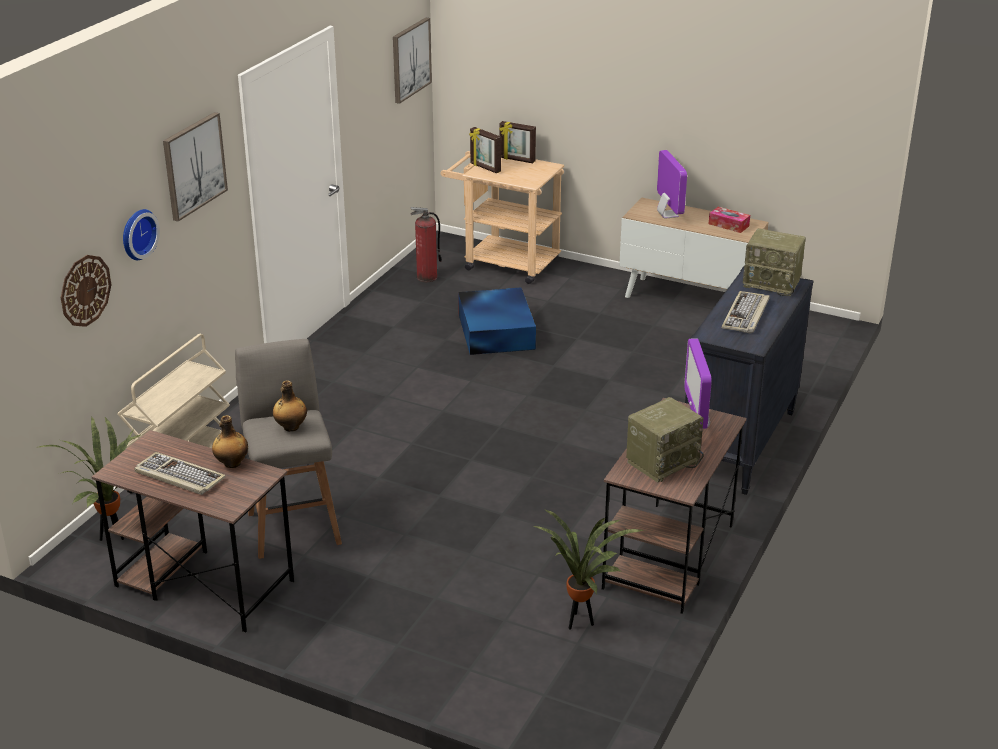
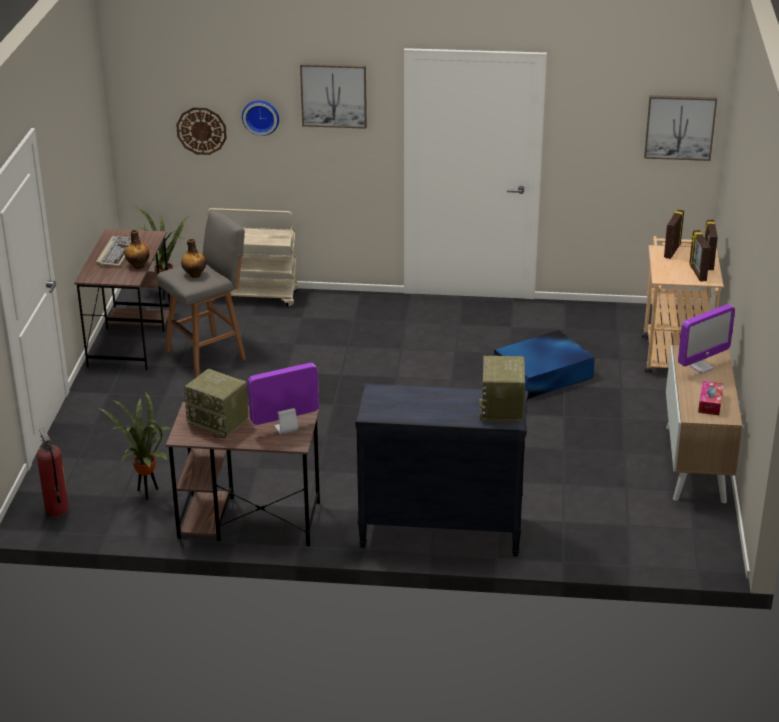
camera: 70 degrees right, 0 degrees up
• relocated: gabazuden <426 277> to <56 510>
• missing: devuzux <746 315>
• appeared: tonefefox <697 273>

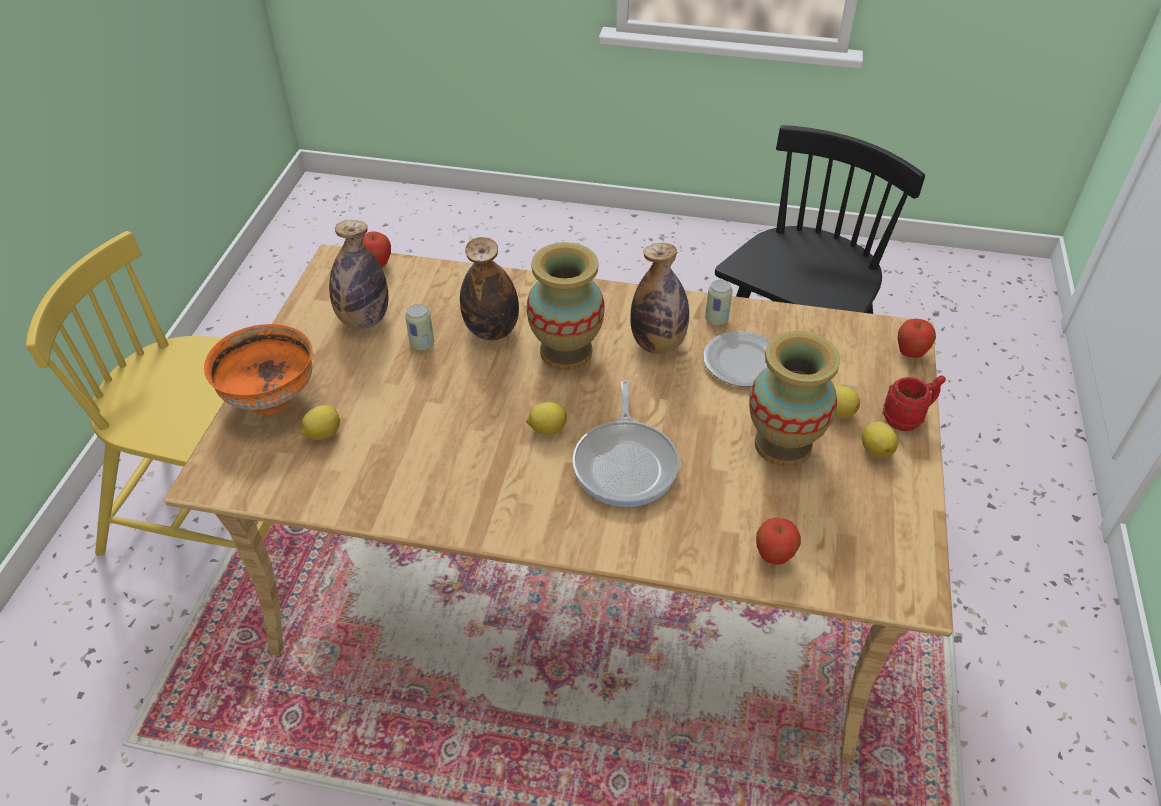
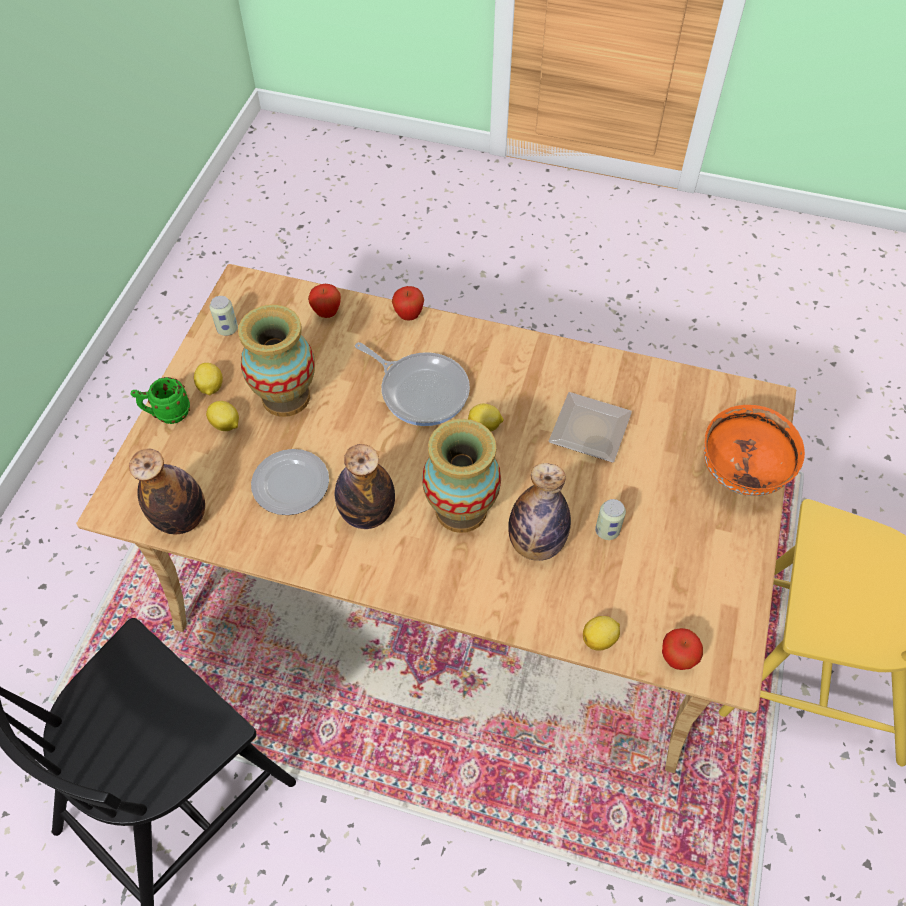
camera: 175 degrees left, 10 degrees up
• relocated: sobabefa <364 319> to <181 518>
• relocated: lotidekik <716 319> to <227 329>
• relocated: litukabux <910 353> to <409 316>
• colour: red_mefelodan <908 418> to green_mefelodan <167 414>
• spun: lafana <626 463> = <421 390> 120 degrees clockwise
• relocated: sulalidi <322 434> to <600 639>
• appeared: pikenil <591 432>

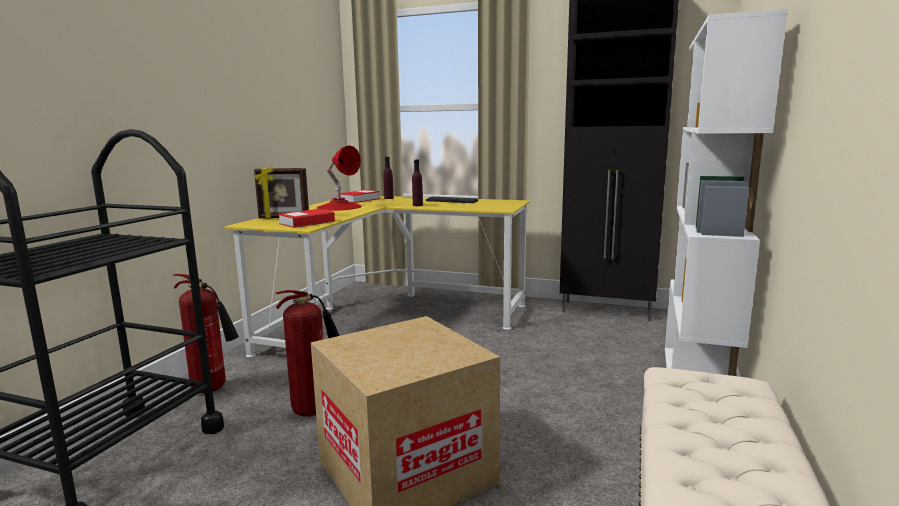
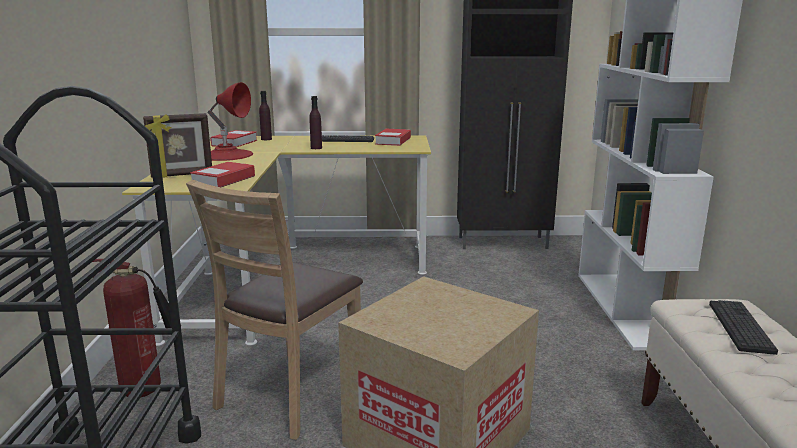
camera: 20 degrees left, 5 degrees up
• exchanged: gabazuden <314 410> to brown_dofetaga <290 393>
• appeared: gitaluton <393 141>
• appeared: devuzux <740 327>

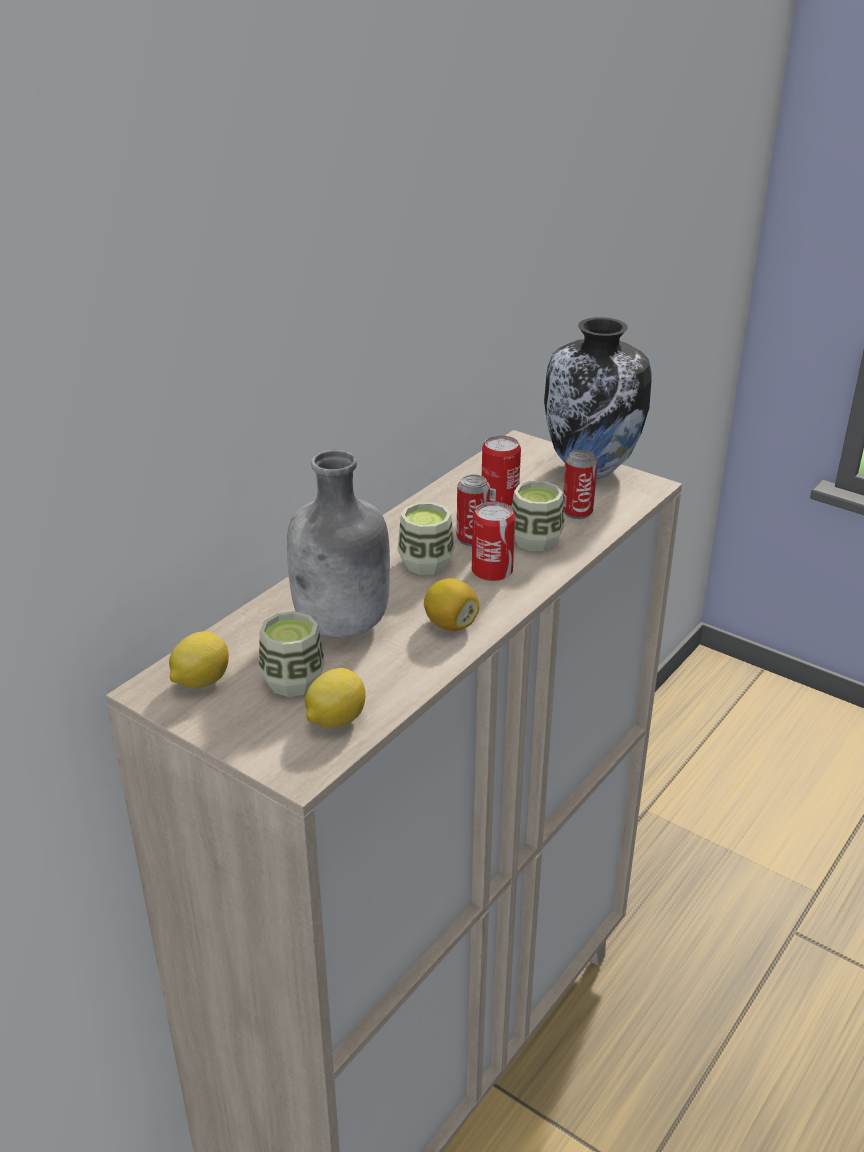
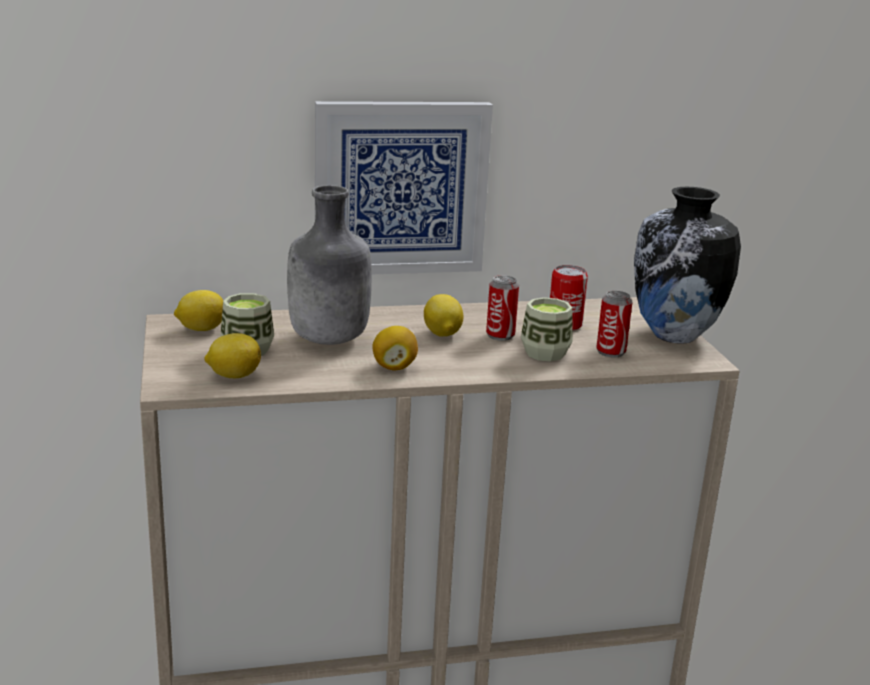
camera: 40 degrees right, 10 degrees down
• exchanged: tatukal <426 563> to sulalidi <442 334>
• missing: lotidekik <492 570>
• appeared: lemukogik <400 188>

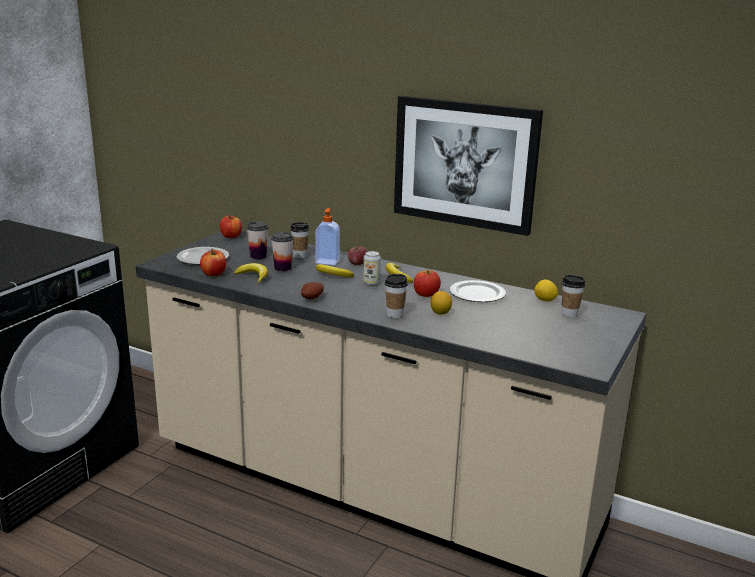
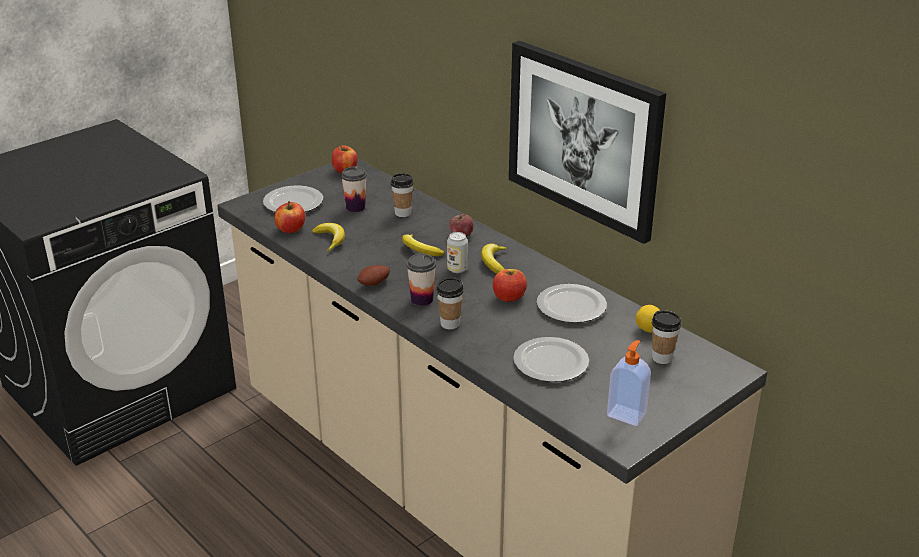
camera: 20 degrees right, 10 degrees up
• relocated: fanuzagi <327 261> to <627 414>
• relocated: tatukal <282 268> to <422 299>
• missing: sulalidi <440 313>
• appeared: pikenil <549 362>

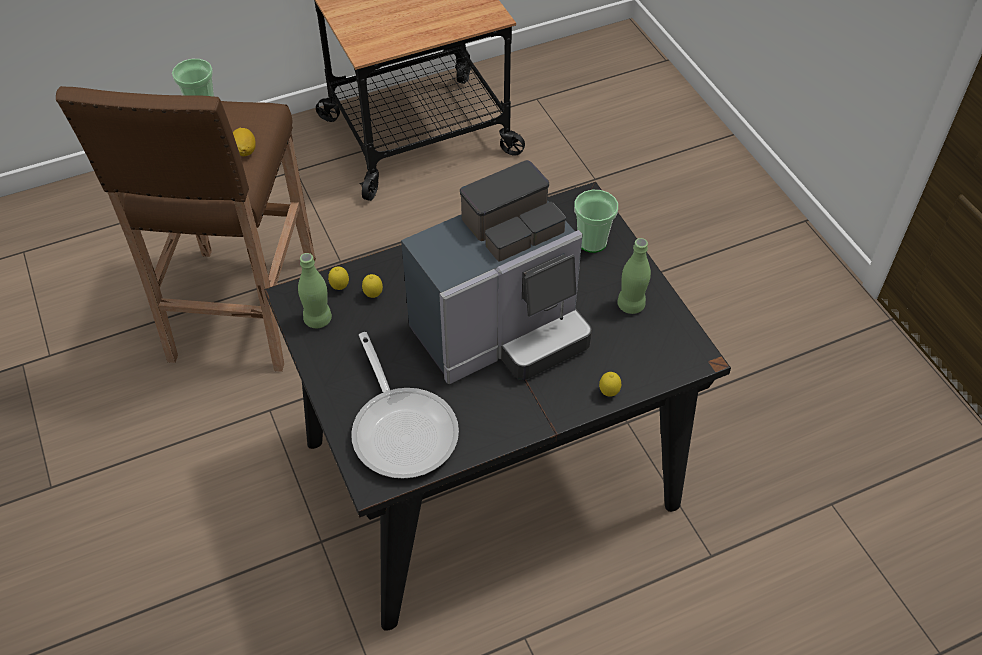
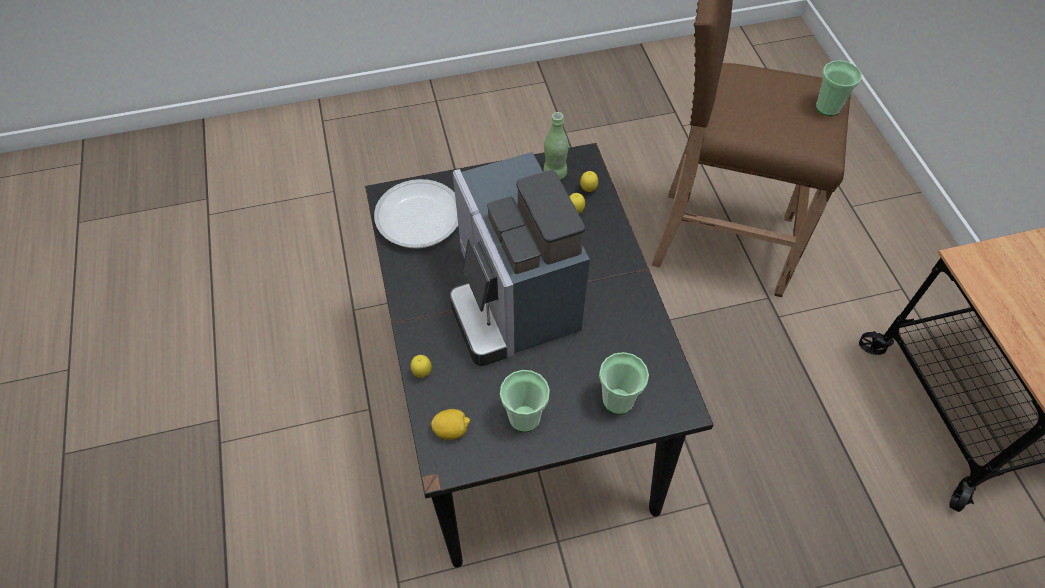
camera: 100 degrees right, 5 degrees up
• relocated: sulalidi <245 151> to <451 430>
• exchanged: green_sobabefa <631 305> to tatukal <524 417>

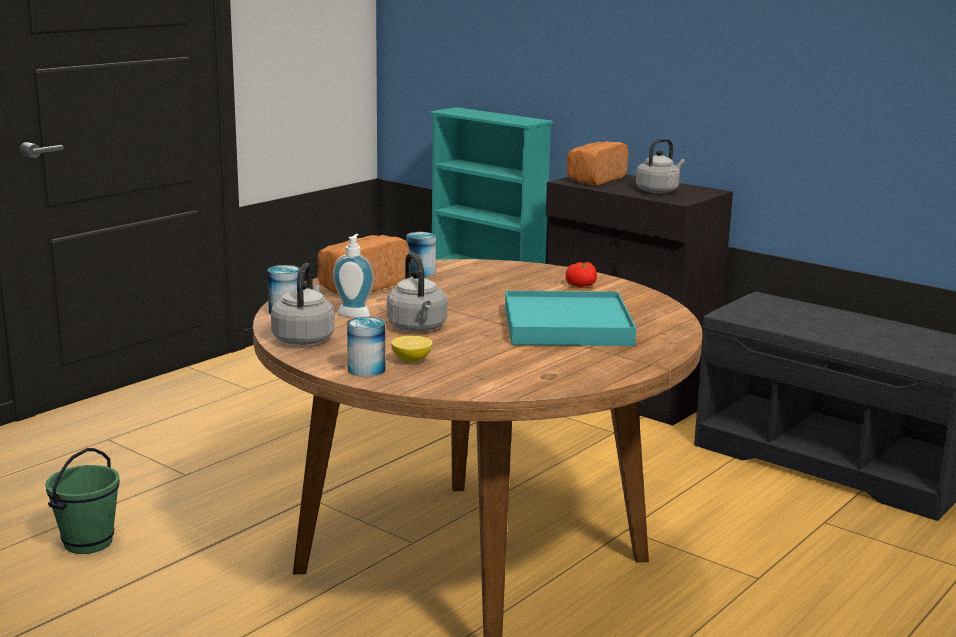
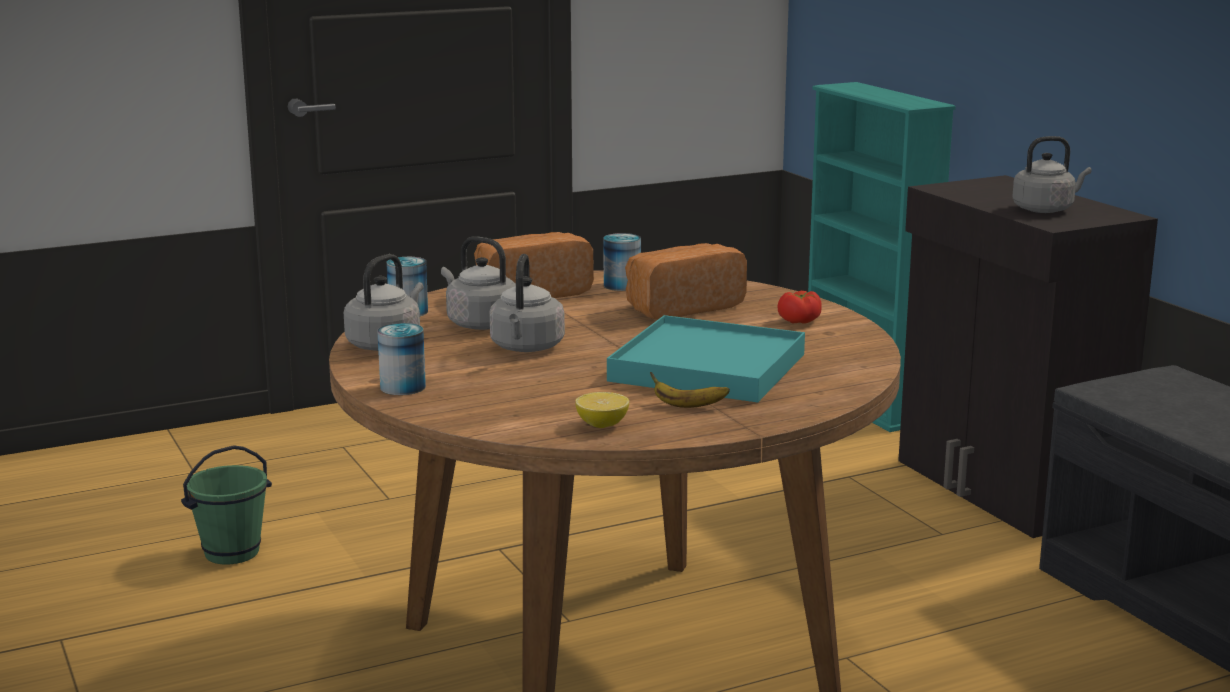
camera: 25 degrees right, 0 degrees up
• relocated: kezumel <594 179> to <681 307>
• exchanged: fanuzagi <355 314> to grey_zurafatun <479 323>
• relocated: sulalidi <411 360> to <602 425>
• appeared: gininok <687 406>

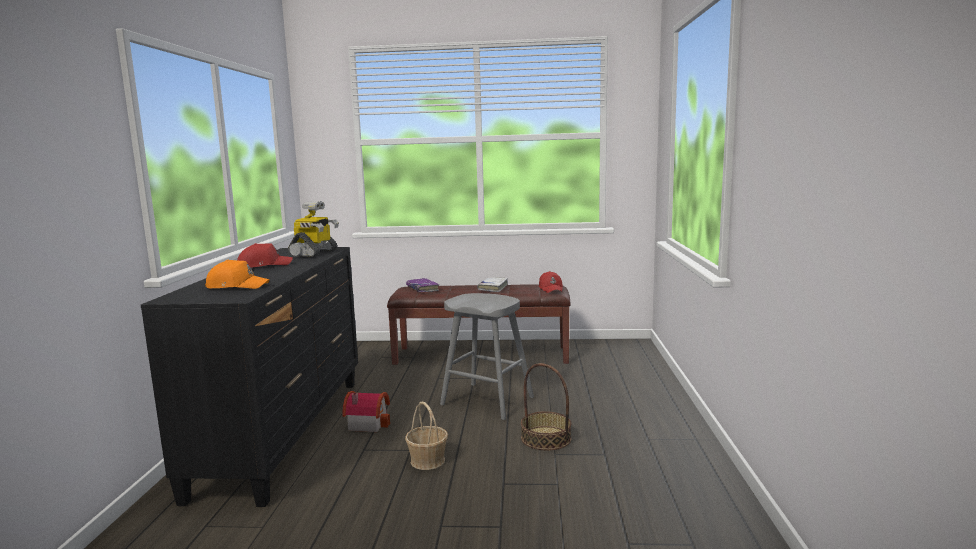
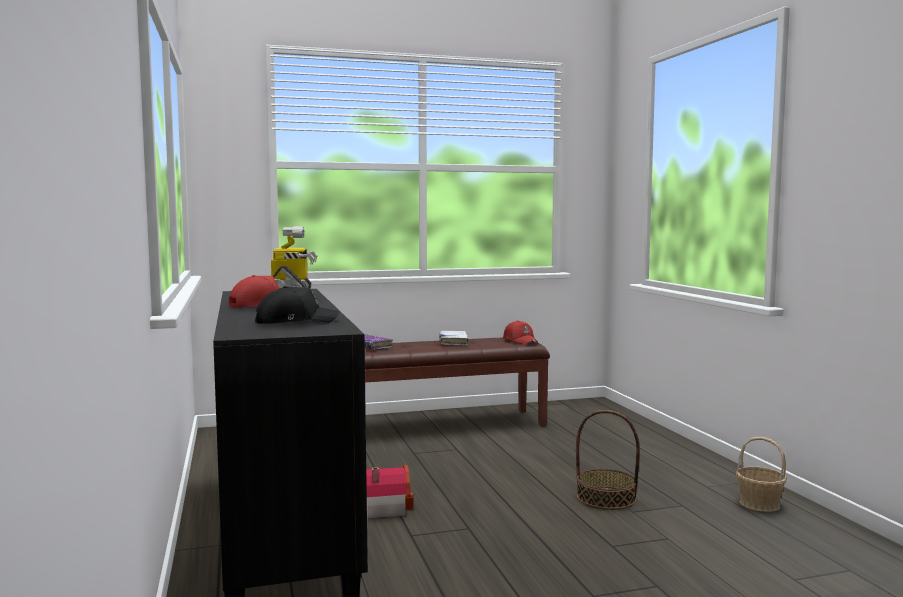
camera: 20 degrees left, 5 degrees down
• colour: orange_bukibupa <237 286> to black_bukibupa <295 321>
• missing: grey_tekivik <487 401>
• relocated: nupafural <428 460> to <759 503>

